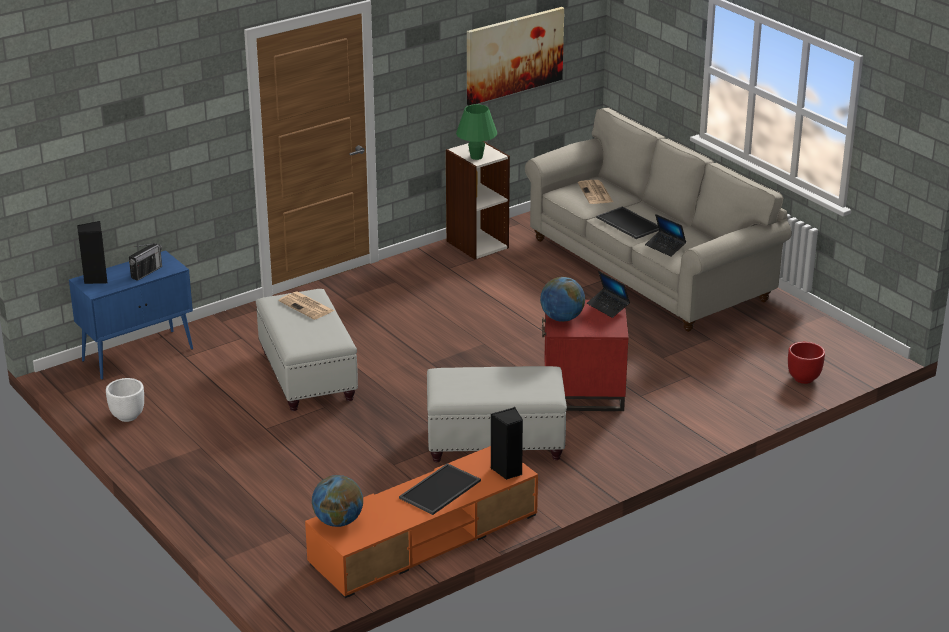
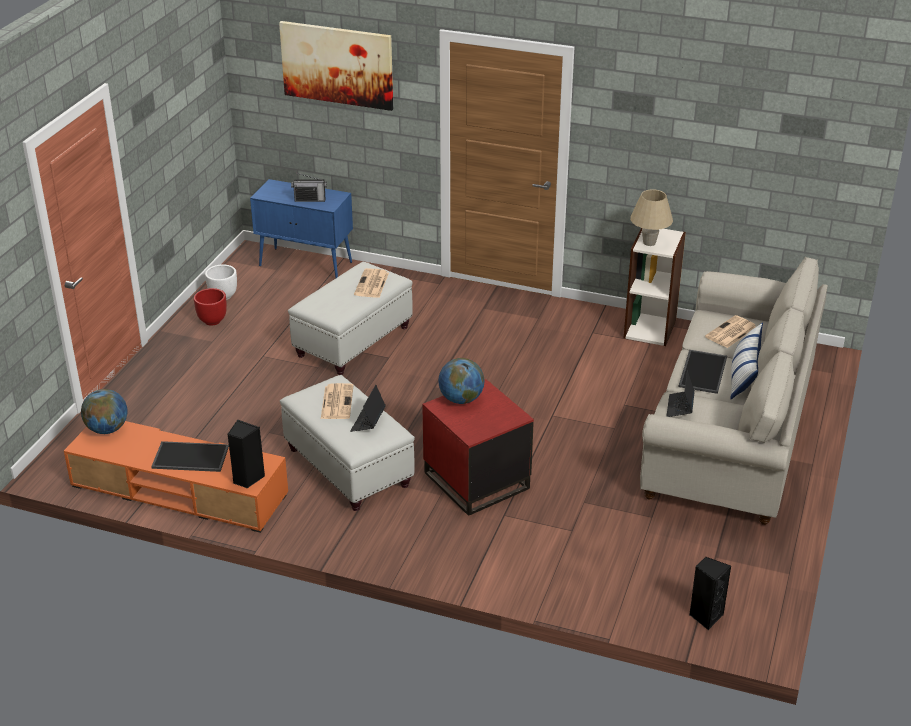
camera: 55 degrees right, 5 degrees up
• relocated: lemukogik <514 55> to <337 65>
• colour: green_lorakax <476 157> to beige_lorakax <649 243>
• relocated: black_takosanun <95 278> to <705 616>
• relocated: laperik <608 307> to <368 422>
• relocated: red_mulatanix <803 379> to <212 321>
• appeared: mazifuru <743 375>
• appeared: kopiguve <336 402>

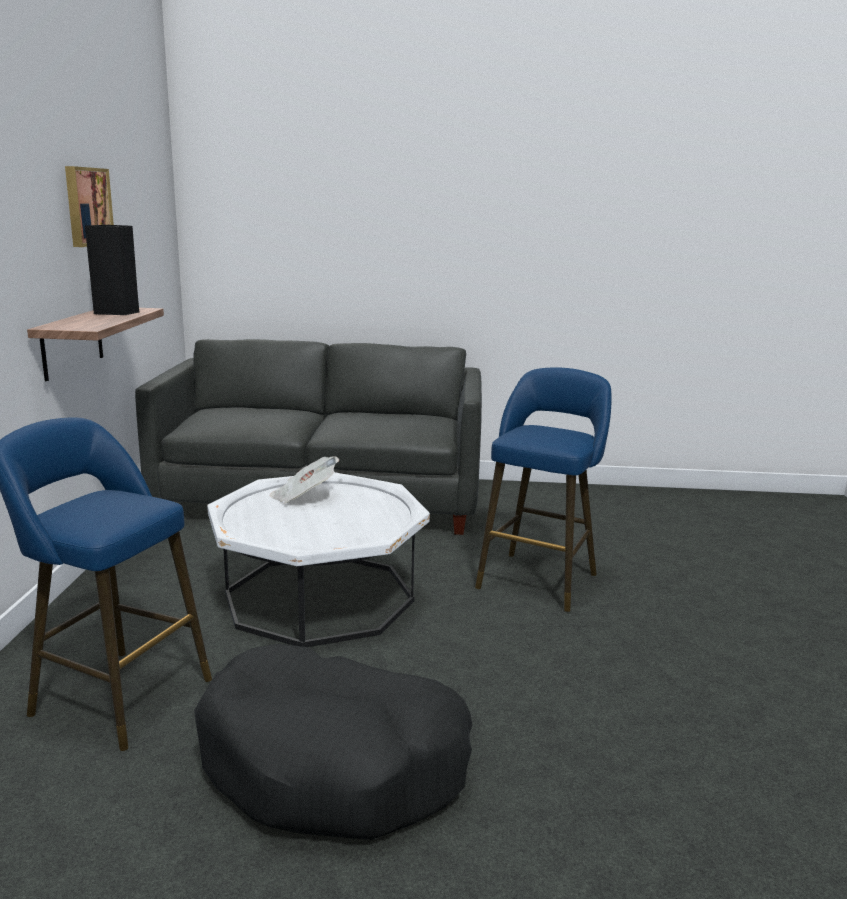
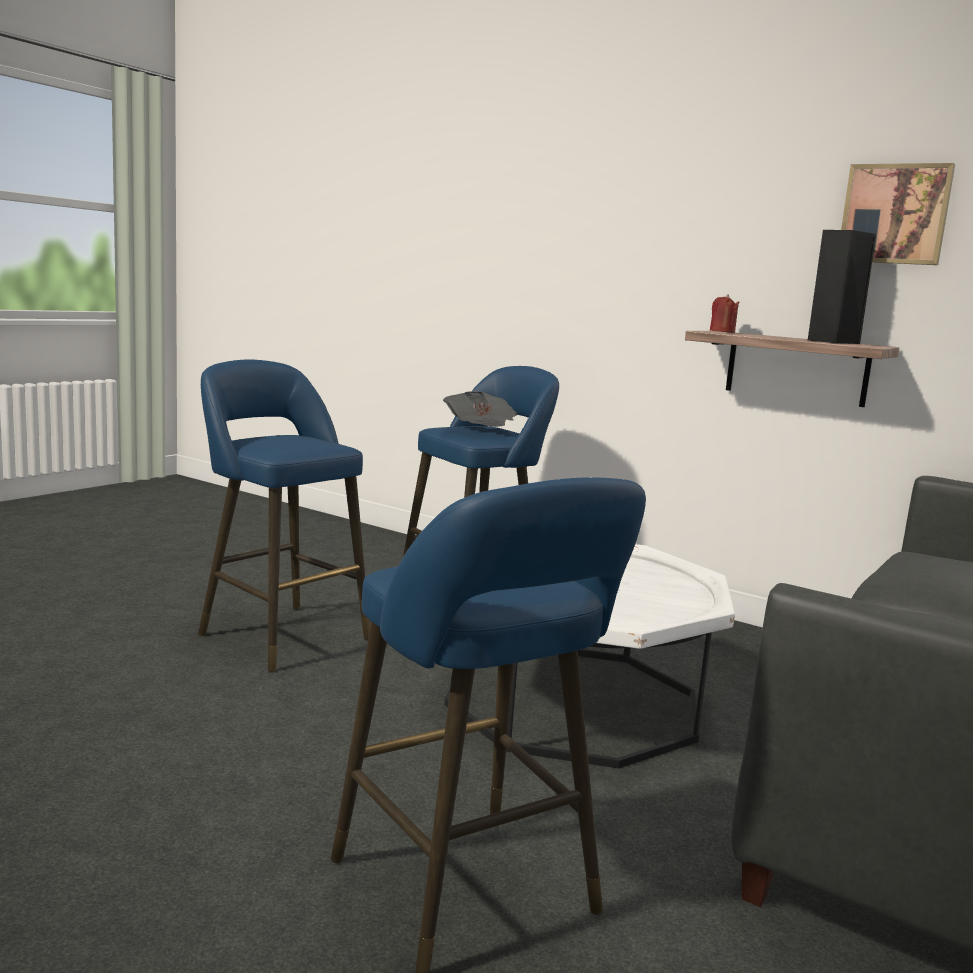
camera: 120 degrees right, 5 degrees down
• relocated: kopiguve <304 496> to <480 430>
• exchanged: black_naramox <334 764> to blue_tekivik <278 634>
• appeared: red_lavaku <722 332>

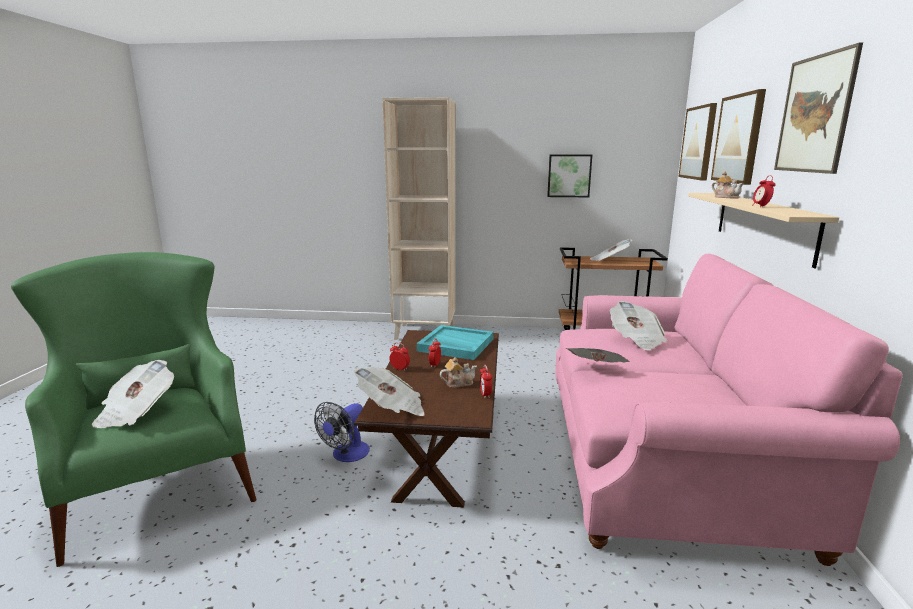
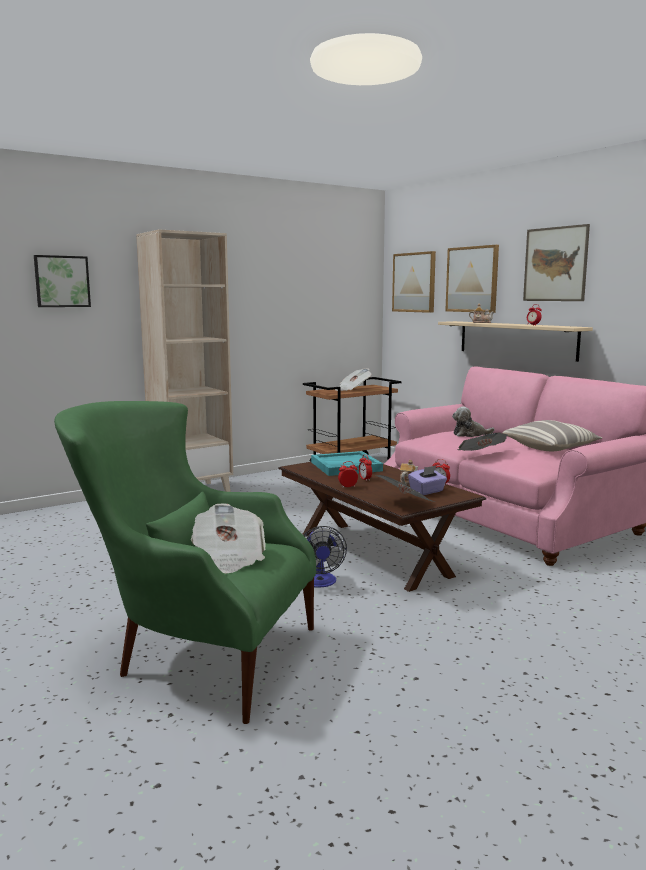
camera: 40 degrees left, 5 degrees down
• relocated: lemukogik <569 175> to <62 281>
• exchanged: kopiguve <636 340> to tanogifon <470 434>
• appeared: mazifuru <550 448>
• appeared: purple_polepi <427 491>

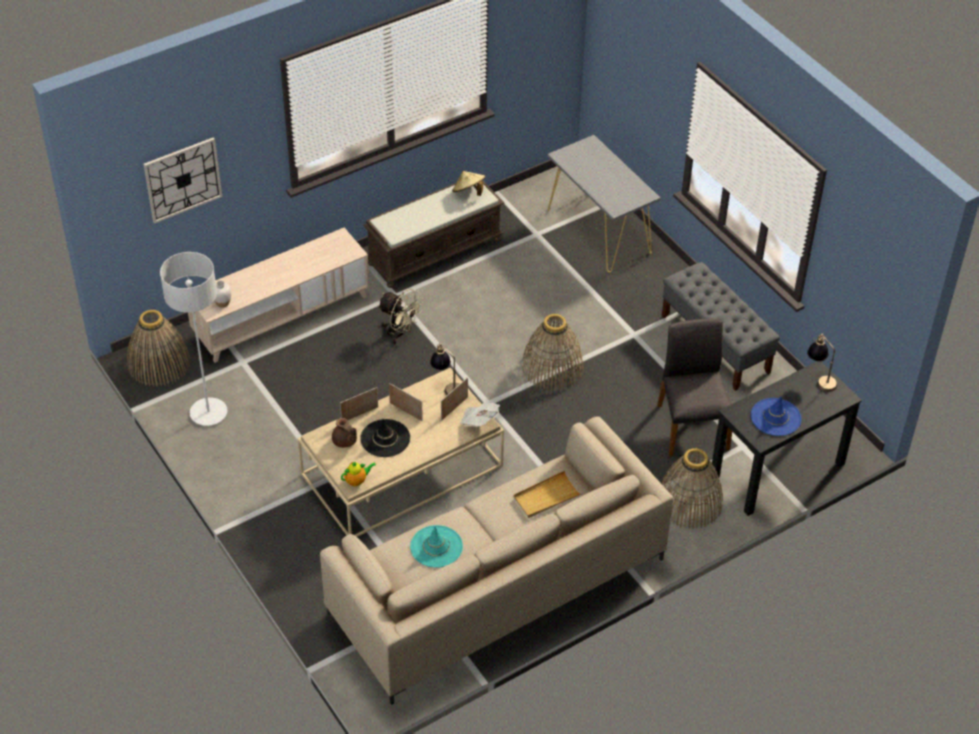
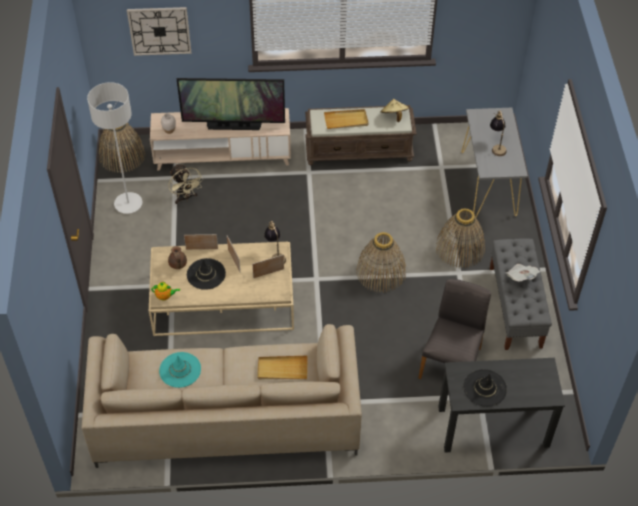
camera: 30 degrees right, 5 degrees up
• relocated: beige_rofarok <400 333> to <185 198>
• relocated: lorakax <820 379> to <496 146>
• colour: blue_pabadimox <775 417> to black_pabadimox <485 388>
• relocated: kopiguve <479 421> to <521 277>
• relocated: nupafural <689 502> to <460 248>
• appeared: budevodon <234 125>
• appeared: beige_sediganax <346 120>

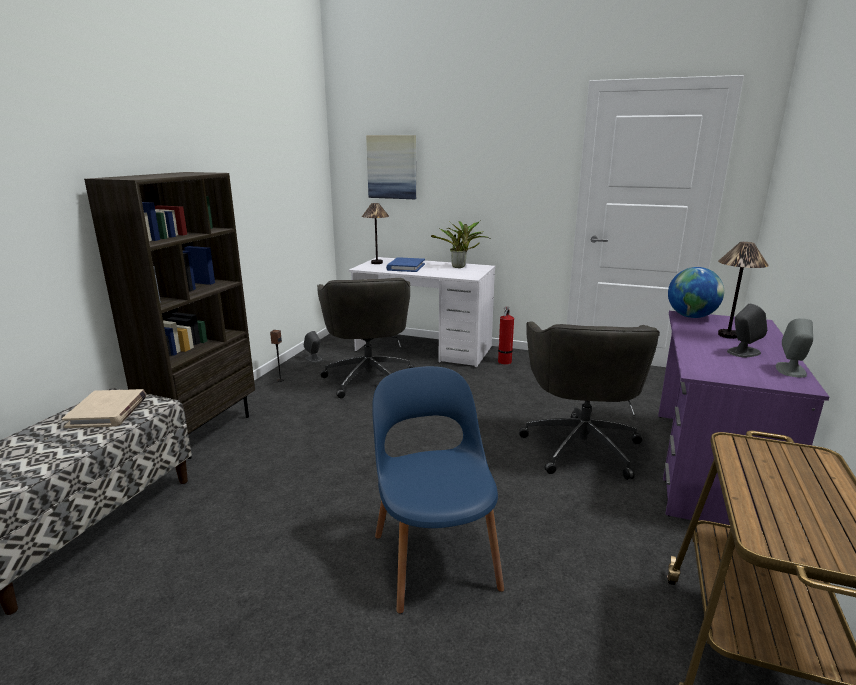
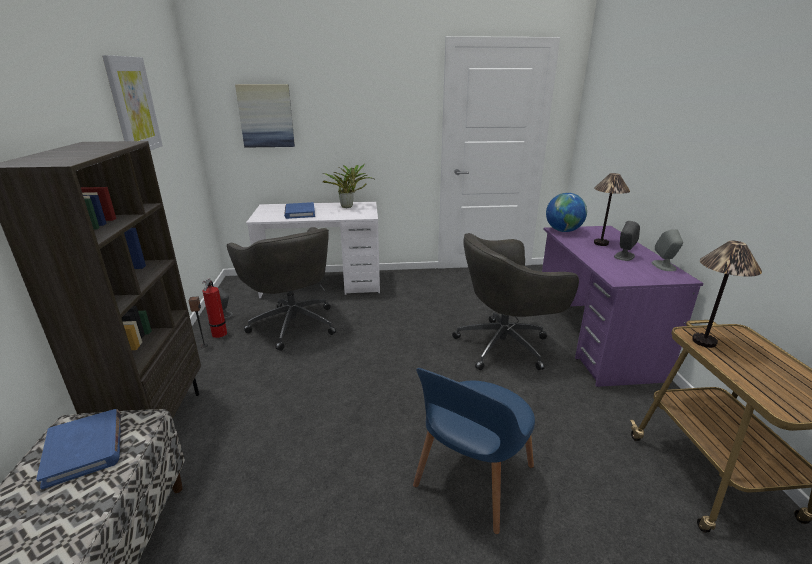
camera: 25 degrees left, 5 degrees up
• relocated: lorakax <377 263> to <704 342>
• relocated: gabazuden <504 362> to <219 335>
• spun: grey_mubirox <581 445> = <505 345> 90 degrees clockwise
• spun: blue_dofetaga <434 556> = <472 480> 105 degrees counterclockwise
• colour: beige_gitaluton <108 412> to blue_gitaluton <85 449>
• appeared: lemukogik <133 105>

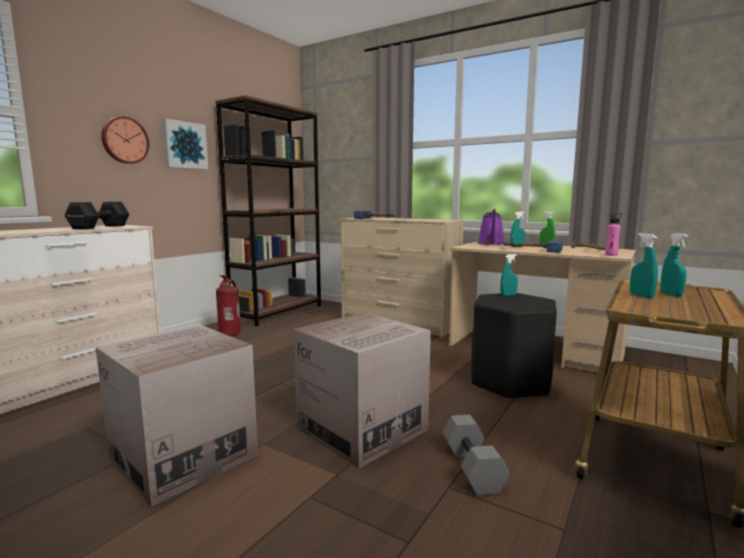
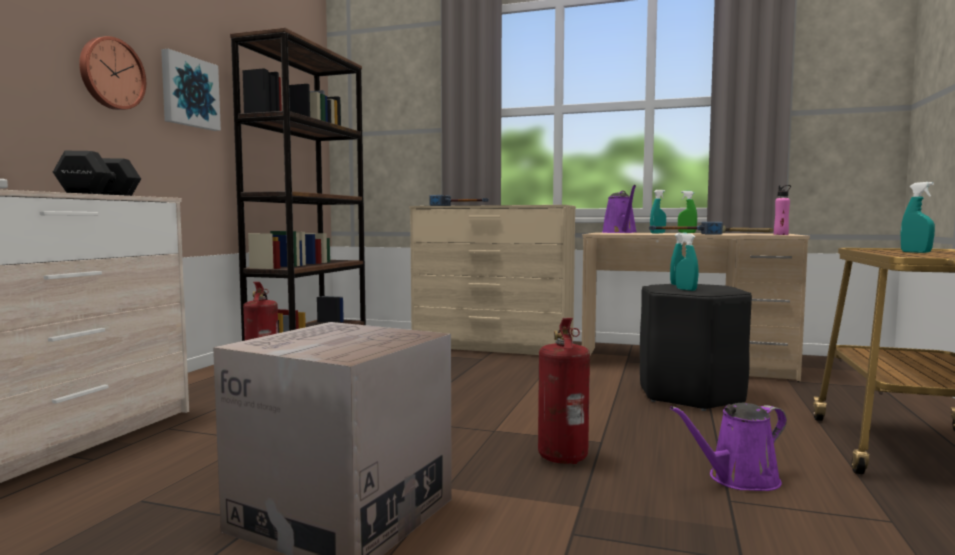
camera: 15 degrees left, 5 degrees down
• relocated: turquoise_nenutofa <641 296> to <686 289>
• exchanged: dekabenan <362 429> to gabazuden <563 456>
• exchanged: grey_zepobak <474 469> to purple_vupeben <738 479>

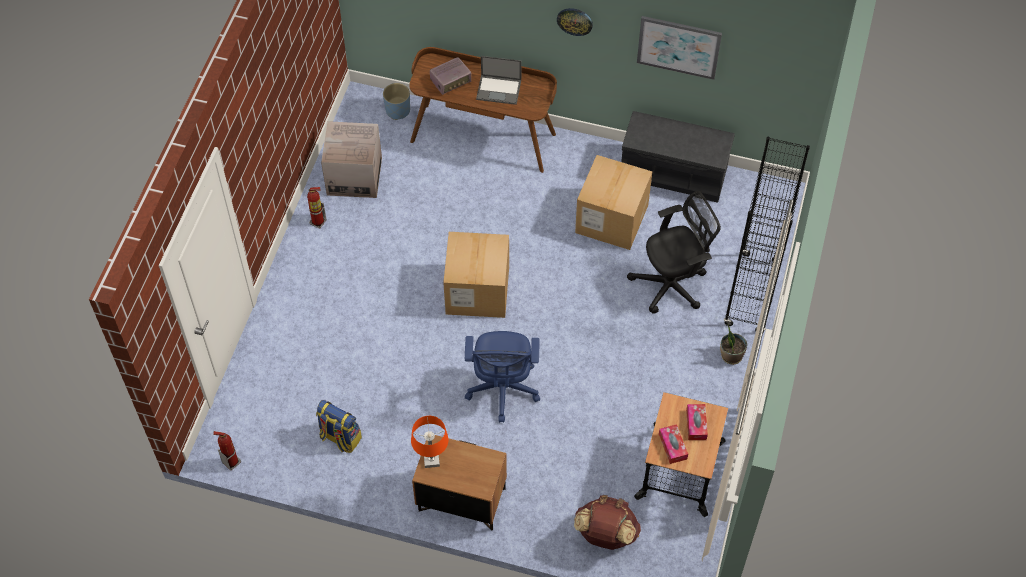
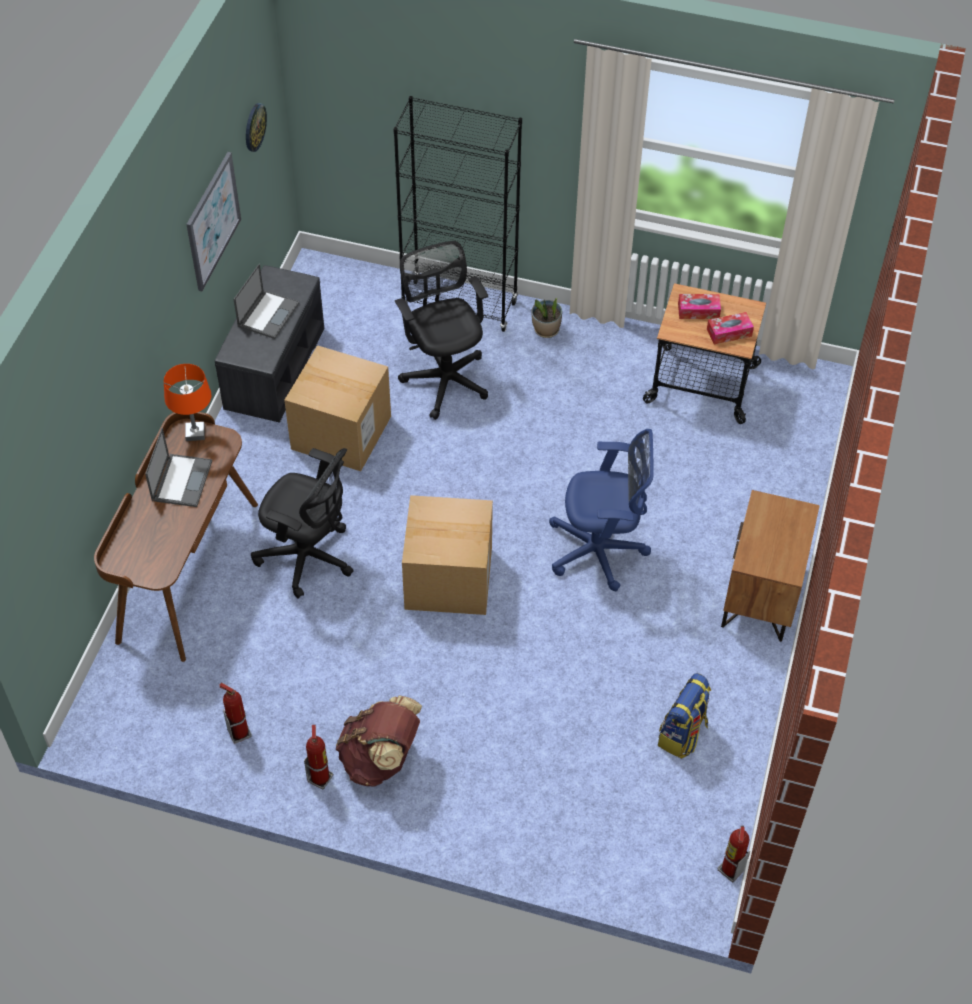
camera: 90 degrees left, 5 degrees down
• relocated: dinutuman <575 21> to <254 127>
• missing: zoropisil <451 81>
• missing: blue_mulatanix <398 110>
• exchanged: dekabenan <354 176> to gabazuden <239 732>
• relocated: orange_lorakax <431 460> to <195 433>
• relocated: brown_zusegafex <605 534> to <381 759>
• appeared: laperik <268 314>
• appeared: black_mubirox <309 557>

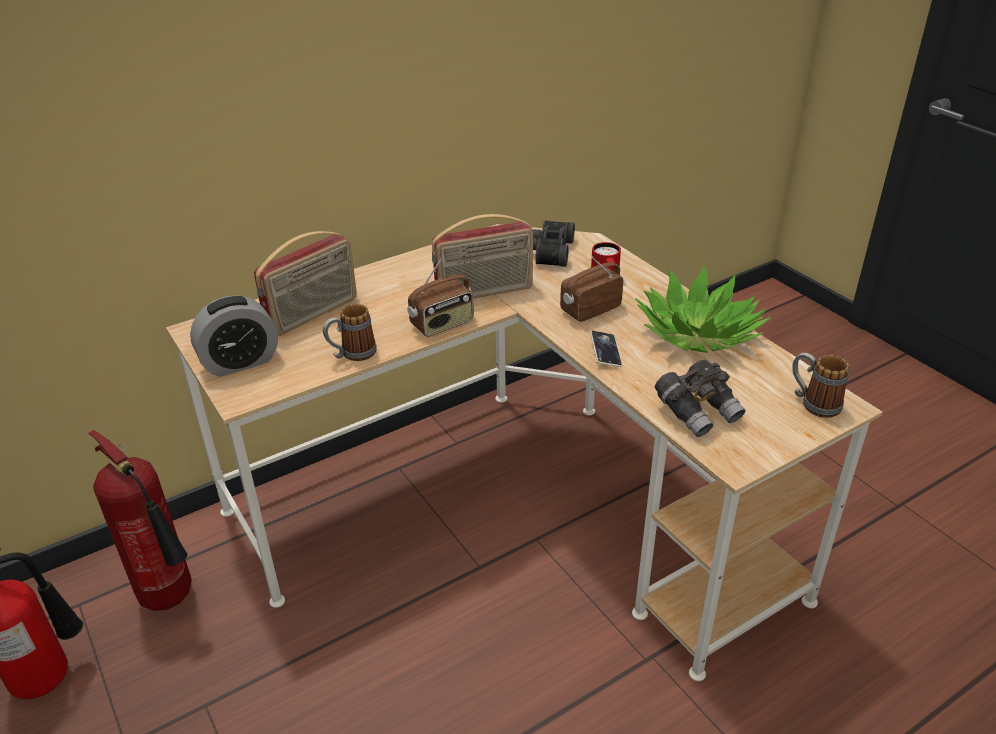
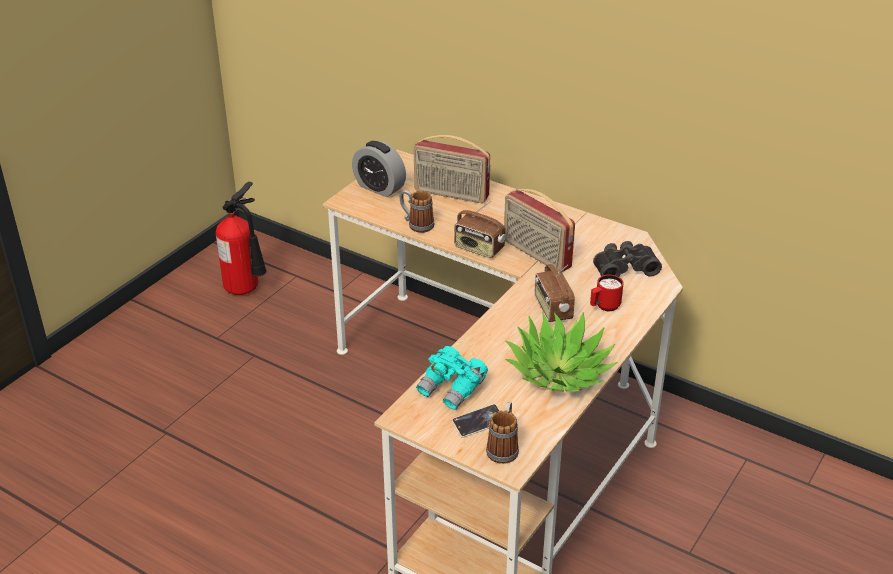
camera: 65 degrees right, 0 degrees up
• spun: zoropisil <590 309> = <552 309> 135 degrees counterclockwise
• relocated: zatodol <605 352> to <478 423>
• colour: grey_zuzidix <698 412> to turquoise_zuzidix <452 389>
• missing: gabazuden <172 599>

